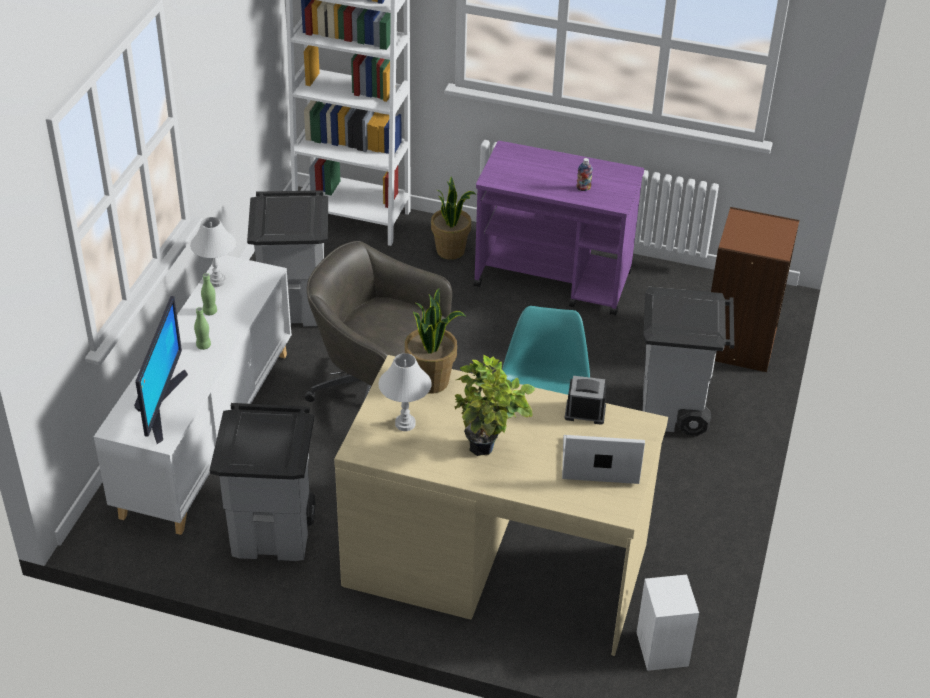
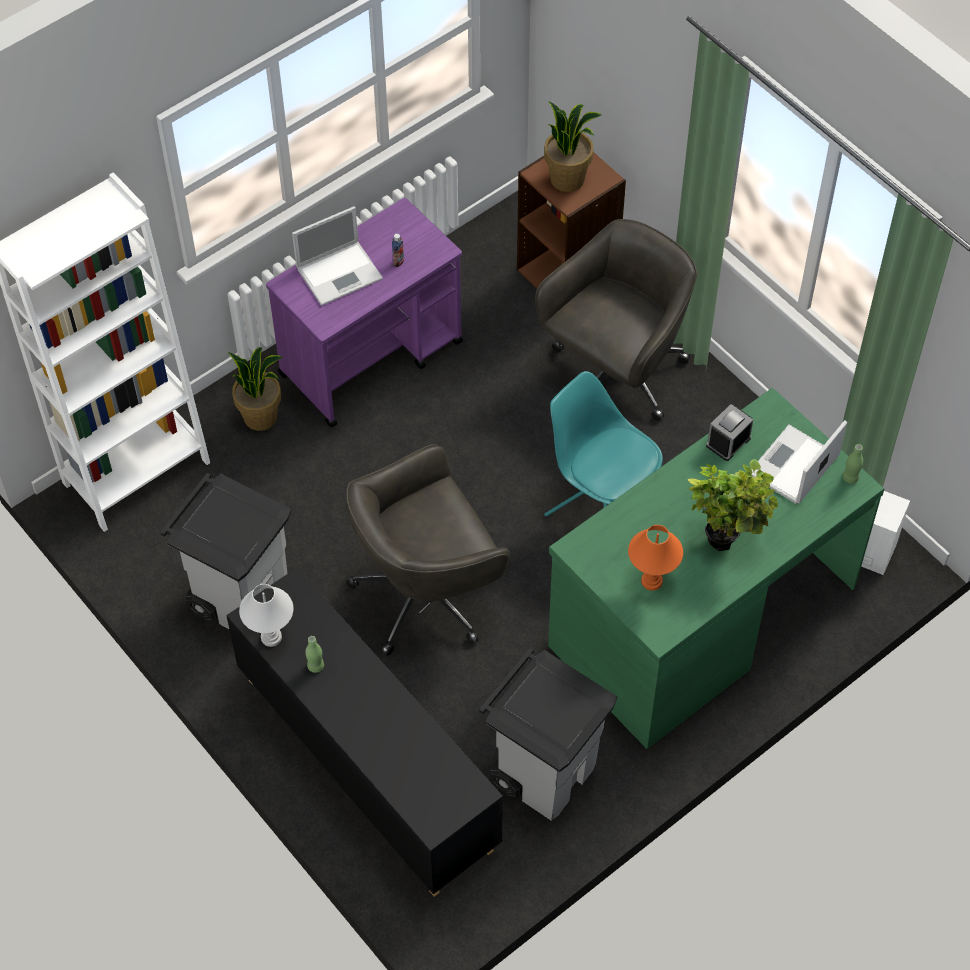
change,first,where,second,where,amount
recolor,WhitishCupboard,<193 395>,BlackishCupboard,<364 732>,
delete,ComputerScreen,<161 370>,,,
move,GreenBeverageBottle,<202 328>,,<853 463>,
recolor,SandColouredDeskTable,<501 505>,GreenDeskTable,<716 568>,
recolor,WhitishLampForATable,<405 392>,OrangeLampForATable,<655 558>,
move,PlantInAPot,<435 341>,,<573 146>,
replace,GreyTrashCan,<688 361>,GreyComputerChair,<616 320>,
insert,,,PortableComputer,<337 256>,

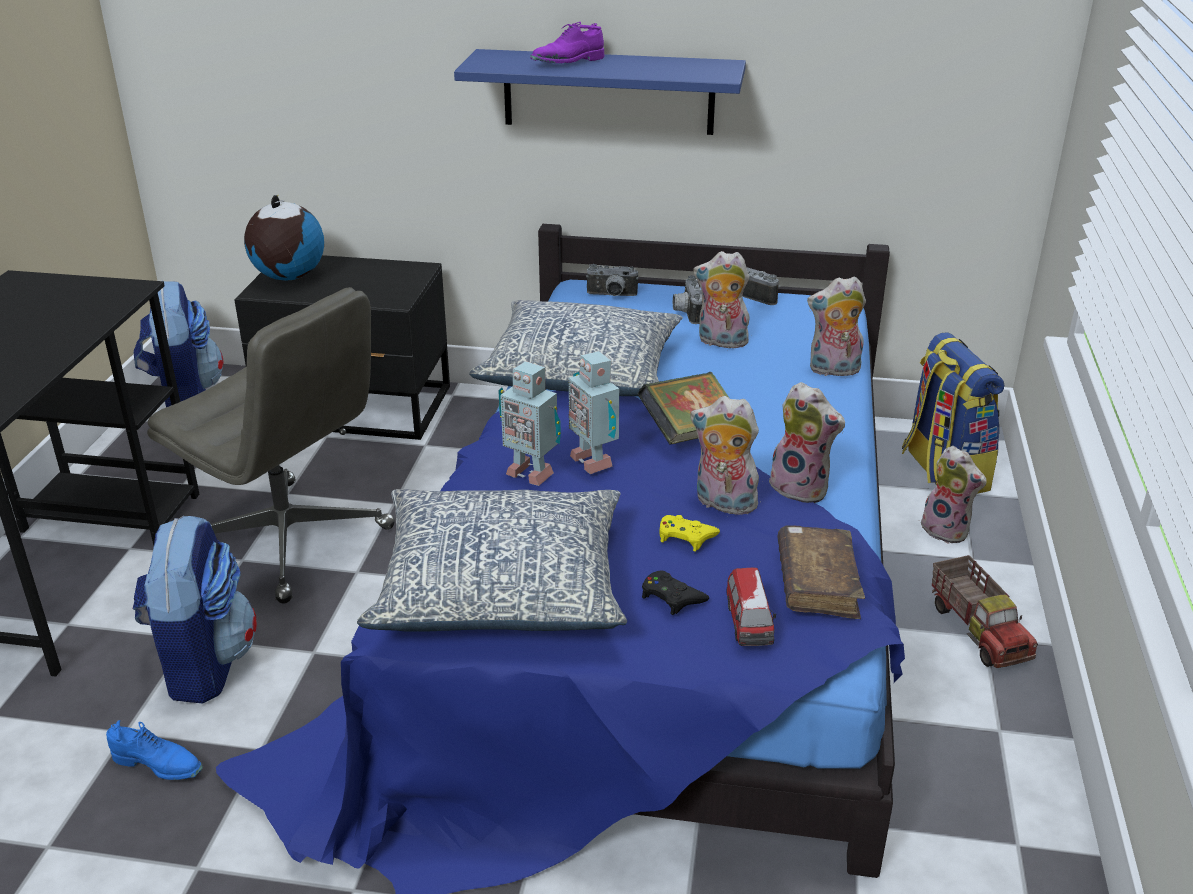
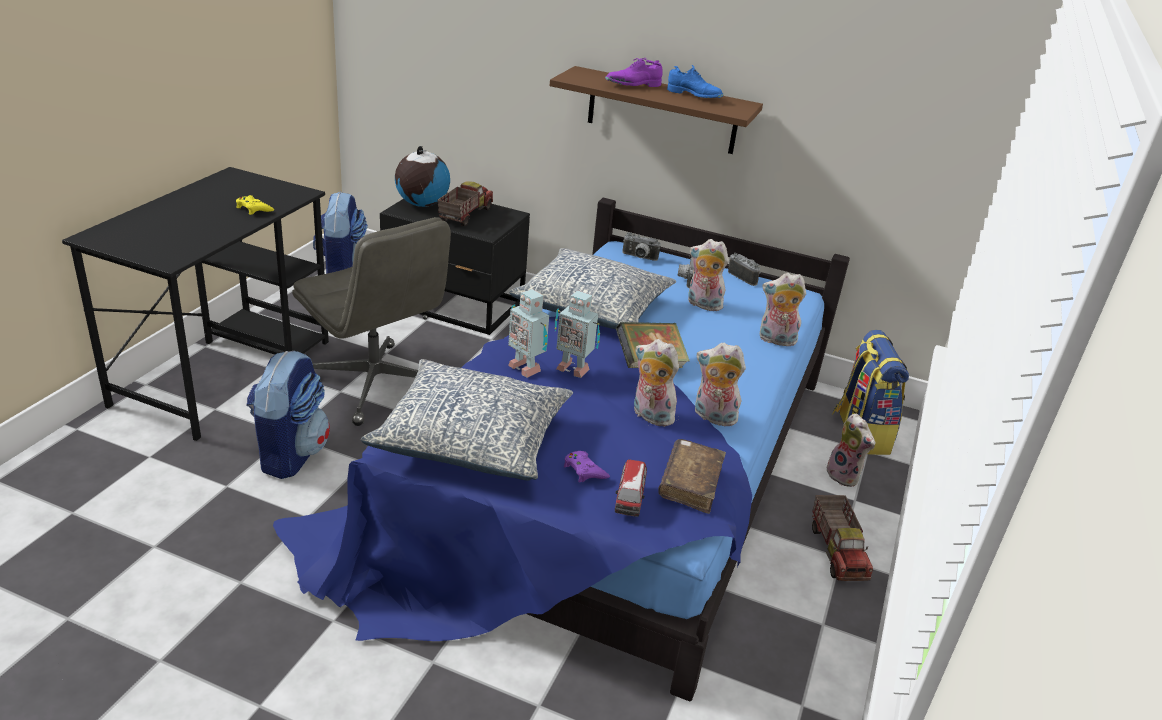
change,first,where,second,where,amount
move,BluishItemOfFootwear,<154 750>,,<695 81>,
recolor,BluishBracketShelf,<600 92>,BrownColouredBracketShelf,<656 110>,
rotate,ToyRobot,<594 412>,,<577 334>,45 degrees counterclockwise
recolor,BlackishJoypad,<675 592>,PurpleJoypad,<587 467>,
move,YellowColouredJoypad,<689 533>,,<255 205>,
rotate,SoftToy,<807 442>,,<720 384>,150 degrees clockwise
insert,,,ModelTruck,<465 204>,

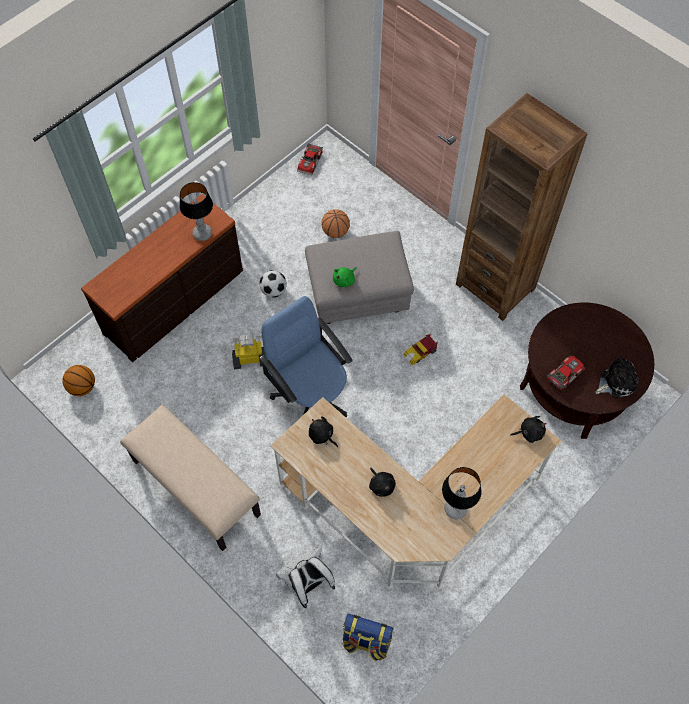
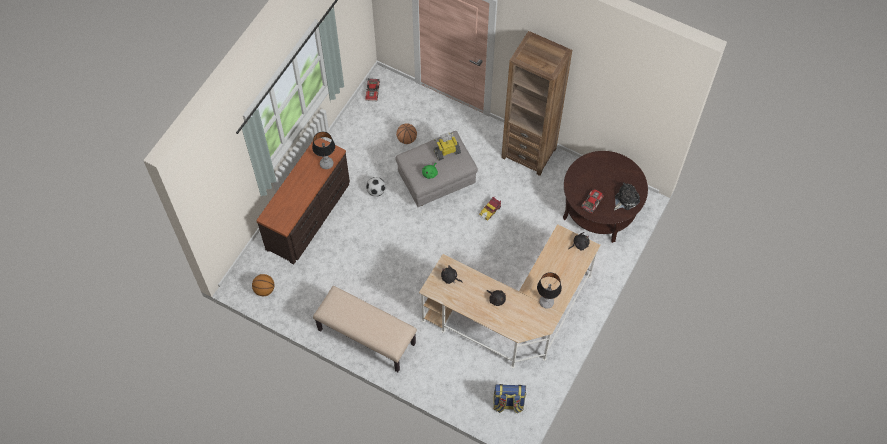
change,first,where,second,where,amount
move,ToyRobot,<248 351>,,<447 146>,
delete,BluishComputerChair,<305 356>,,,
delete,WhitishRucksack,<305 577>,,,

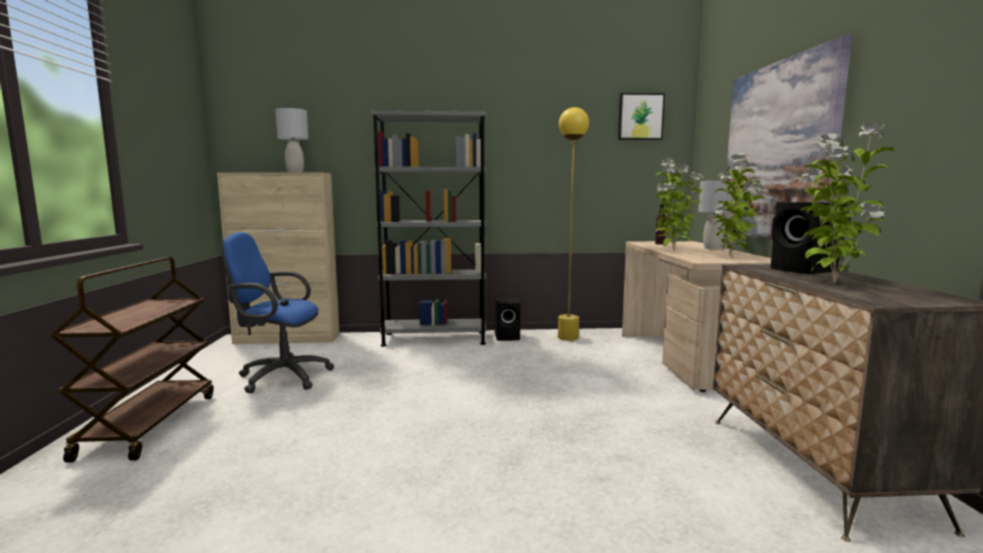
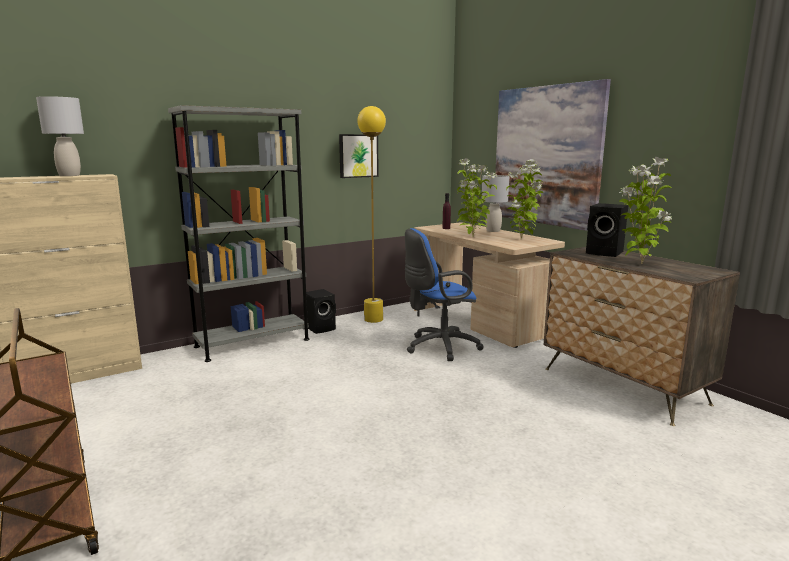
change,first,where,second,where,amount
move,BluishComputerChair,<278 312>,,<444 294>,
move,Picture,<641 116>,,<359 156>,

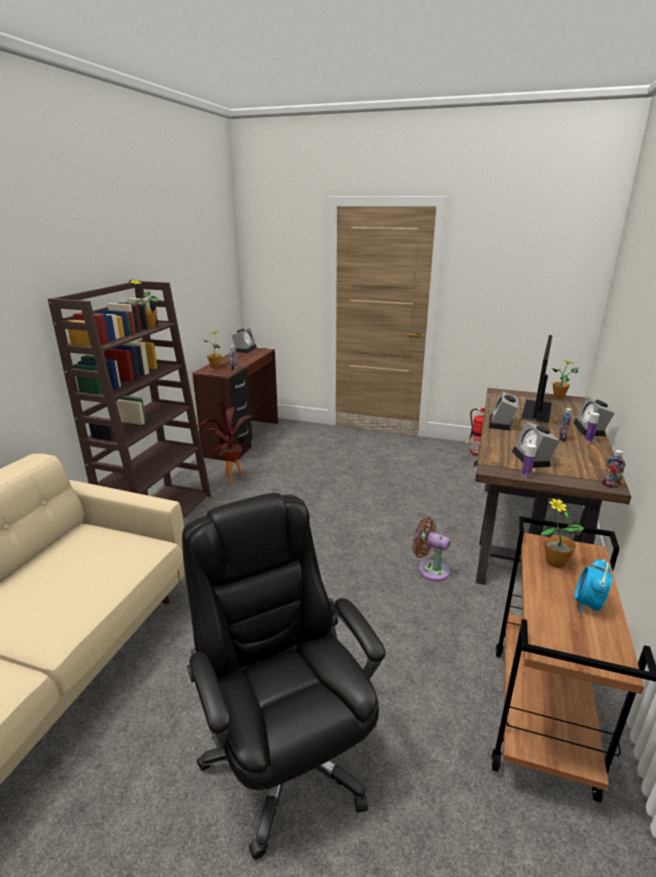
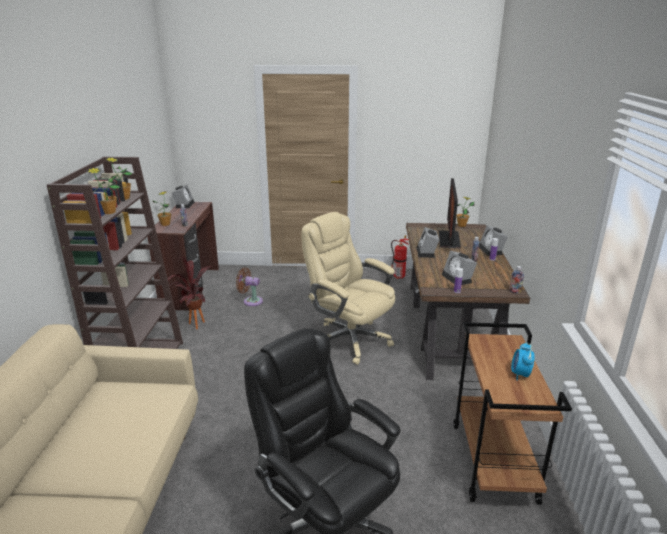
change,first,where,second,where,amount
move,BrownColouredElectricFan,<431 549>,,<249 287>,
move,PlantInAPot,<562 533>,,<103 191>,
insert,,,SandColouredComputerChair,<348 288>,

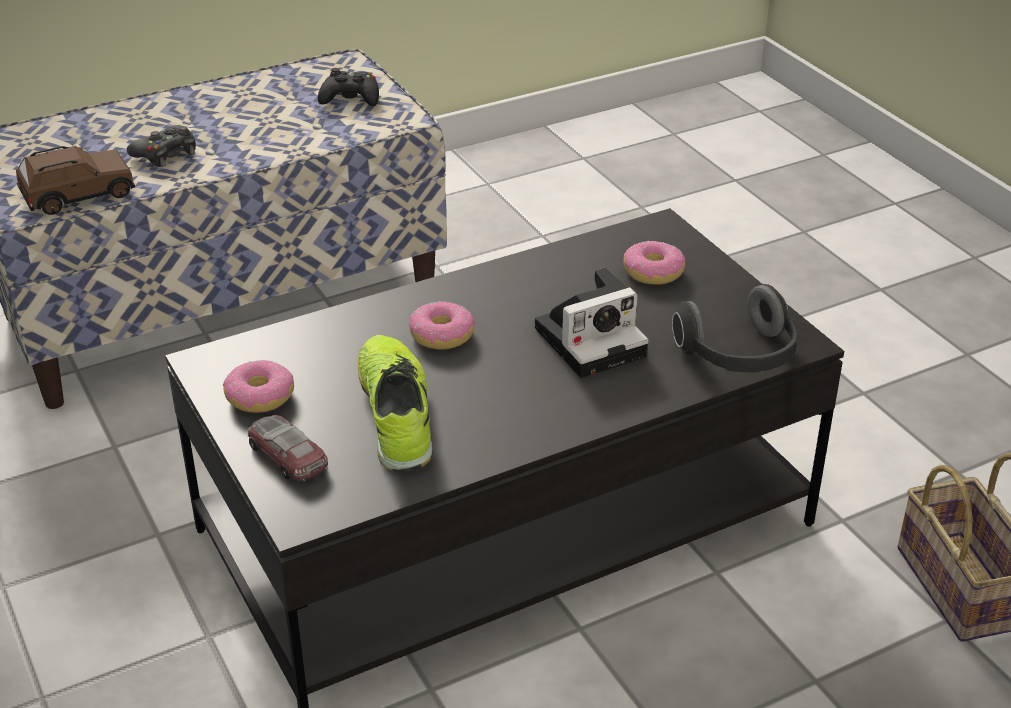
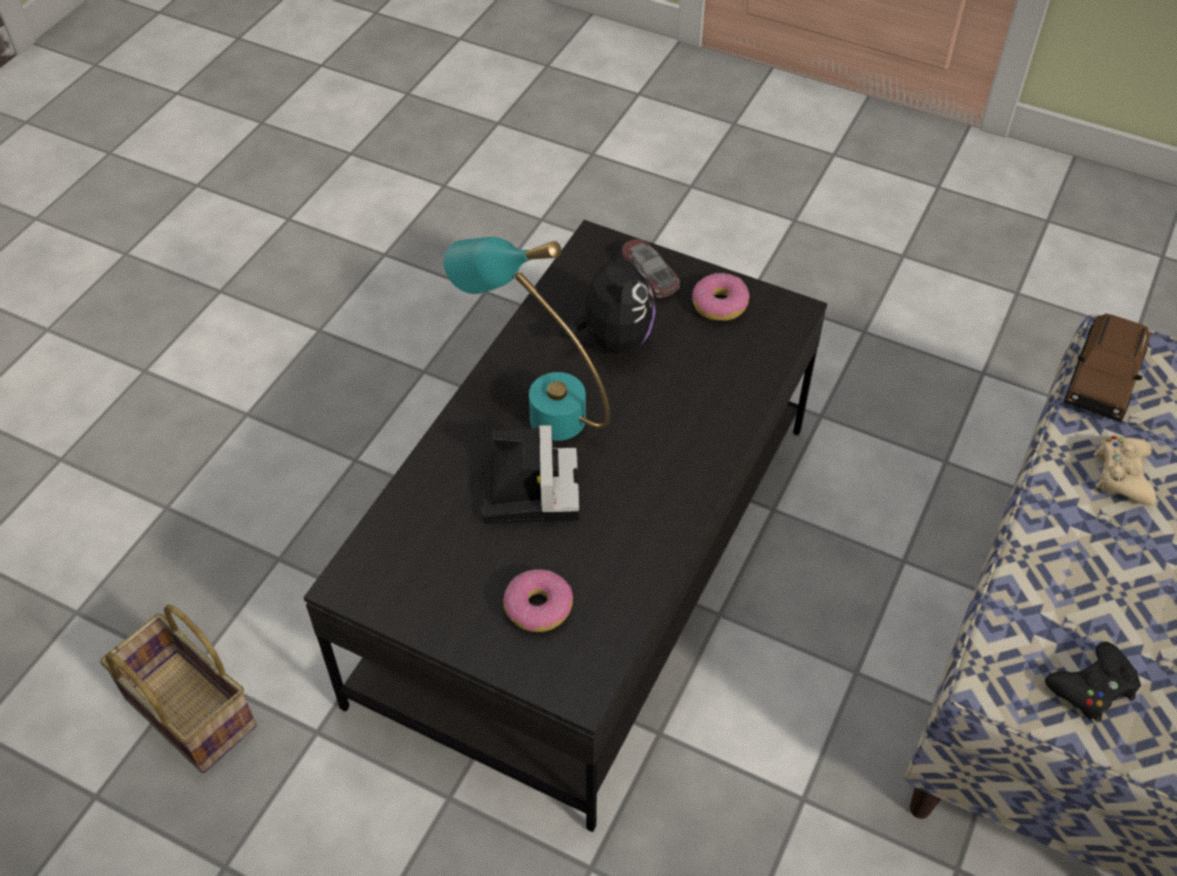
change,first,where,second,where,amount
recolor,BlackishJoypad,<161 146>,SandColouredJoypad,<1125 471>,
rotate,ToyCar,<288 448>,,<651 268>,45 degrees clockwise
replace,ItemOfFootwear,<395 403>,SoftToy,<608 297>,
delete,RingDoughnut,<442 325>,,,
rotate,StillCamera,<592 323>,,<530 474>,150 degrees clockwise
delete,PairOfHeadphones,<734 328>,,,
insert,,,BlueGreenLampForATable,<527 339>,

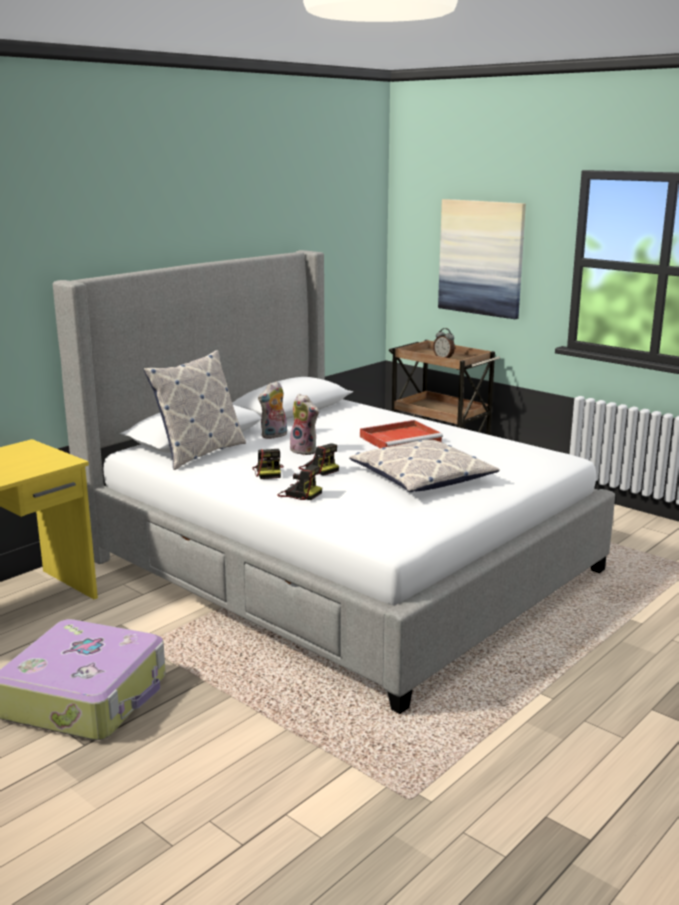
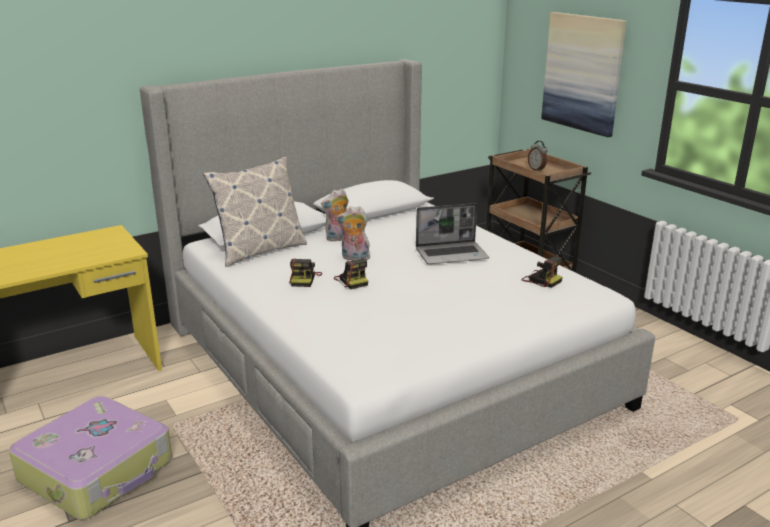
change,first,where,second,where,amount
move,StillCamera,<299 482>,,<542 272>,
rotate,SoftToy,<304 424>,,<353 233>,135 degrees clockwise
delete,Cushion,<424 466>,,,
replace,RedColouredCarryingTray,<401 434>,PortableComputer,<452 233>,

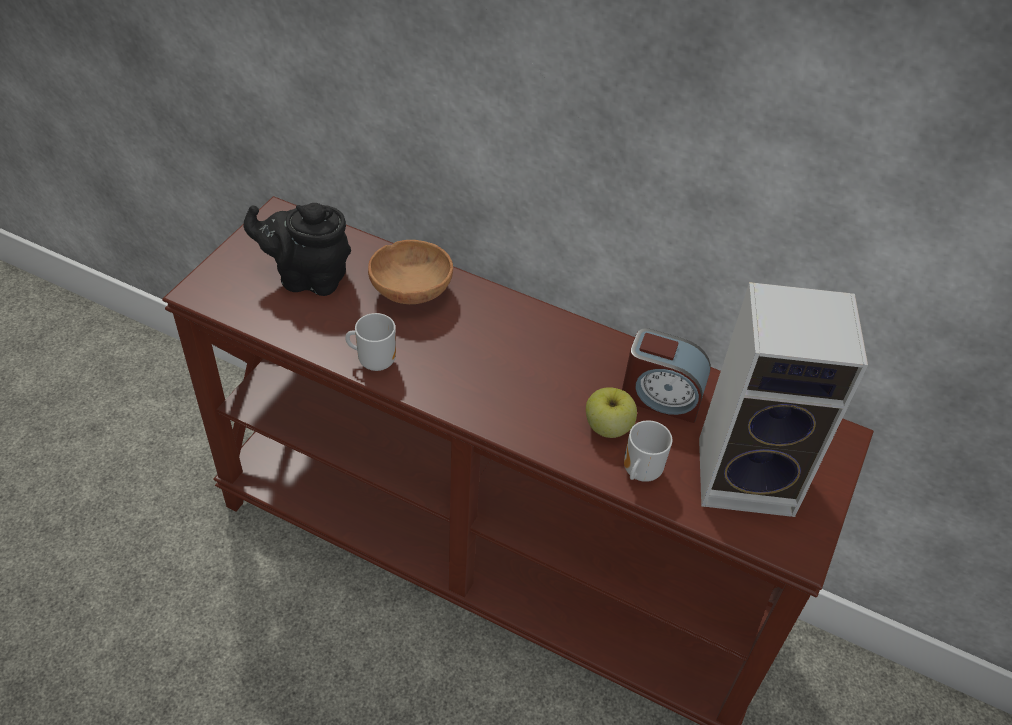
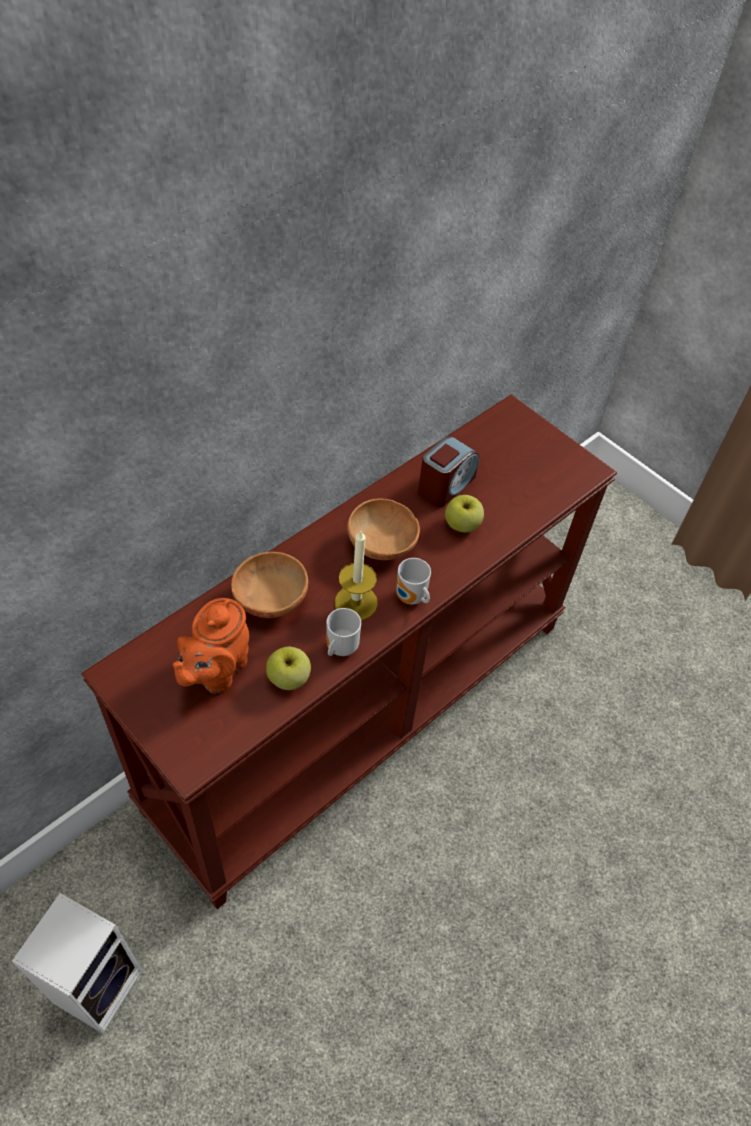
change,first,where,second,where,amount
recolor,BlackishTeaPot,<297 249>,OrangeTeaPot,<211 645>,
move,TeaMug,<648 451>,,<413 581>,
move,Speaker,<783 399>,,<77 963>,
insert,,,AppleFruit,<288 668>,
insert,,,Candle,<356 575>,
insert,,,BrownColouredBowl,<383 529>,

